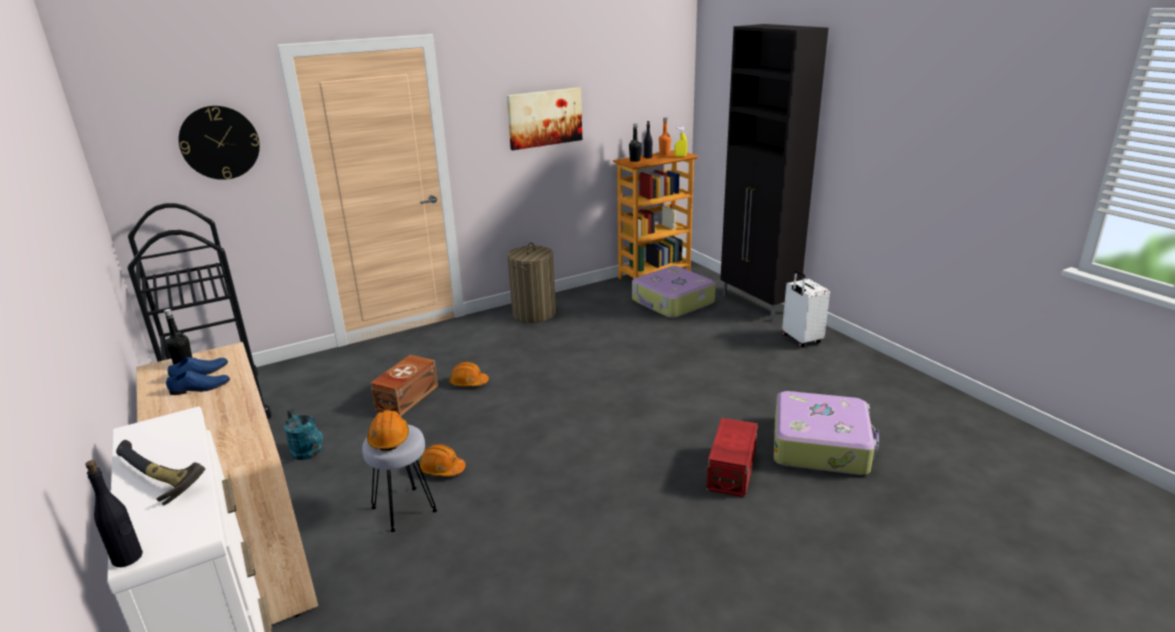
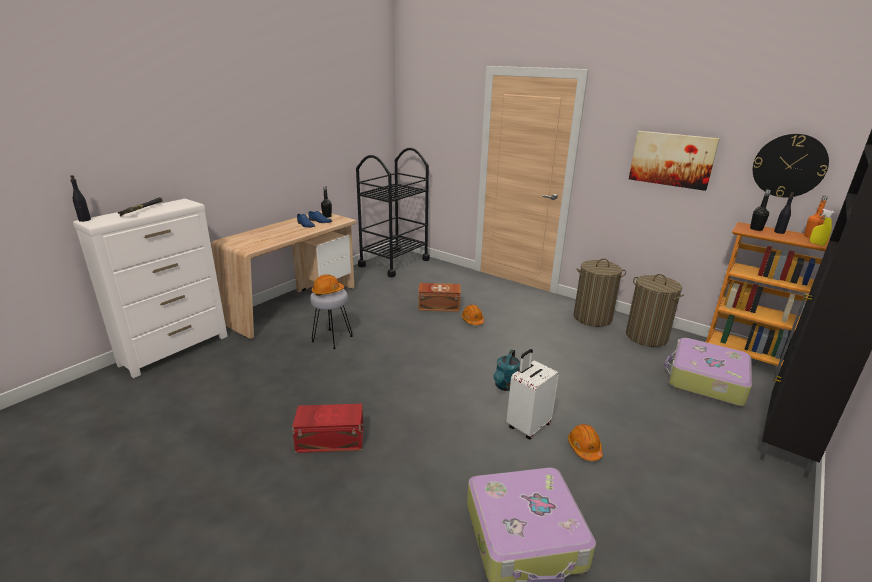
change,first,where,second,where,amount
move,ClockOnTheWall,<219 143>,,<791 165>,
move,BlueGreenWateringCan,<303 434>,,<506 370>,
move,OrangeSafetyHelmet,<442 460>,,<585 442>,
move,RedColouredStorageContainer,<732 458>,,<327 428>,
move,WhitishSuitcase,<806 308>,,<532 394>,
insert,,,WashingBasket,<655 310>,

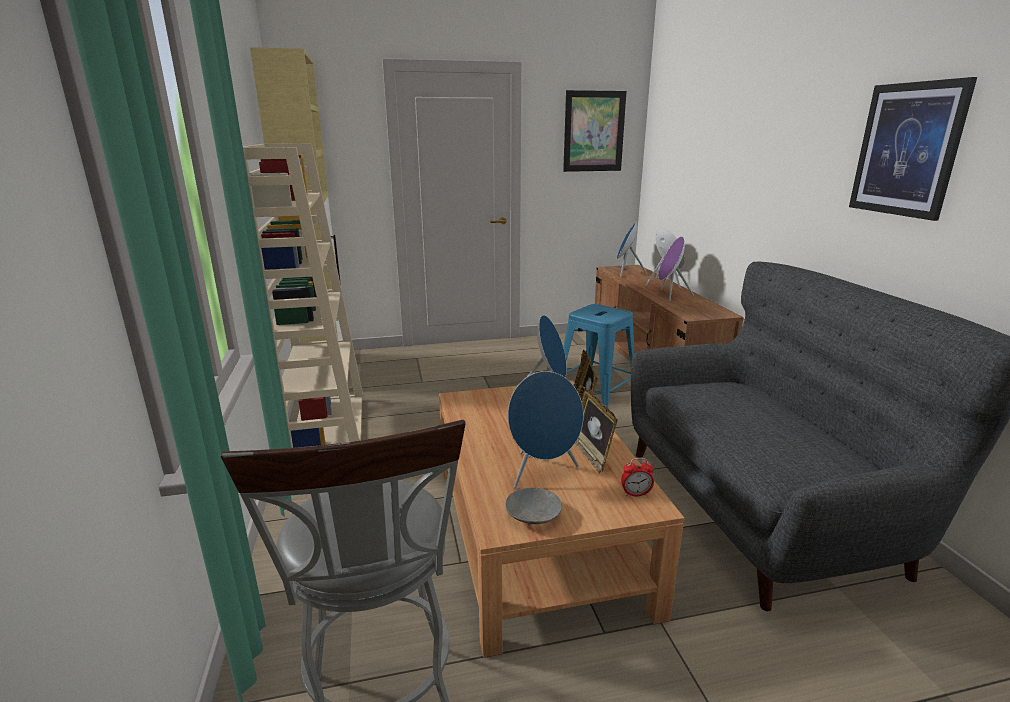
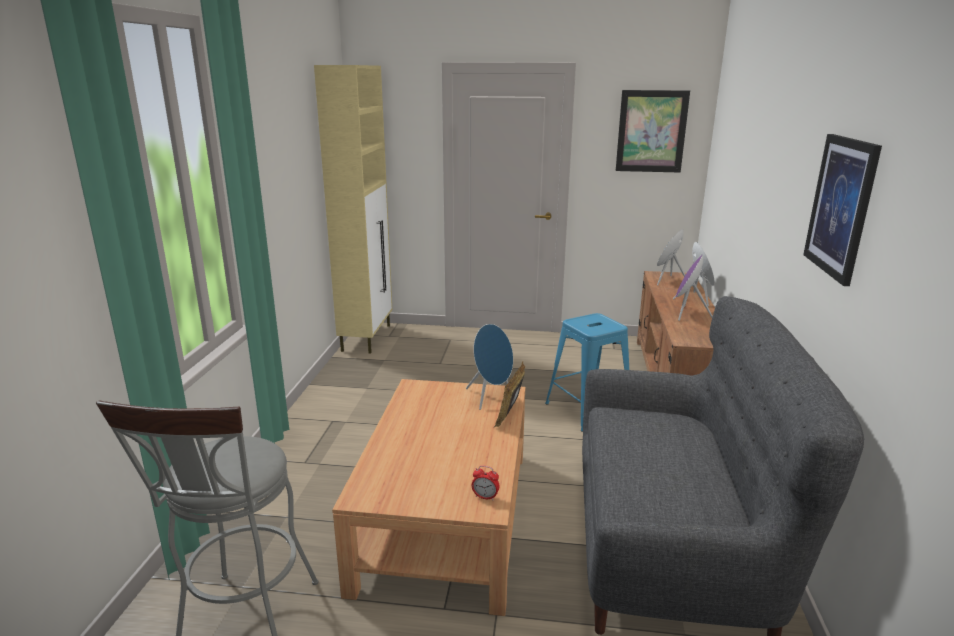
change,first,where,second,where,amount
delete,SandColouredBookcase,<303 295>,,,
delete,GreyBowl,<533 506>,,,
delete,BluishSpeaker,<546 430>,,,
delete,StandingFrame,<596 428>,,,

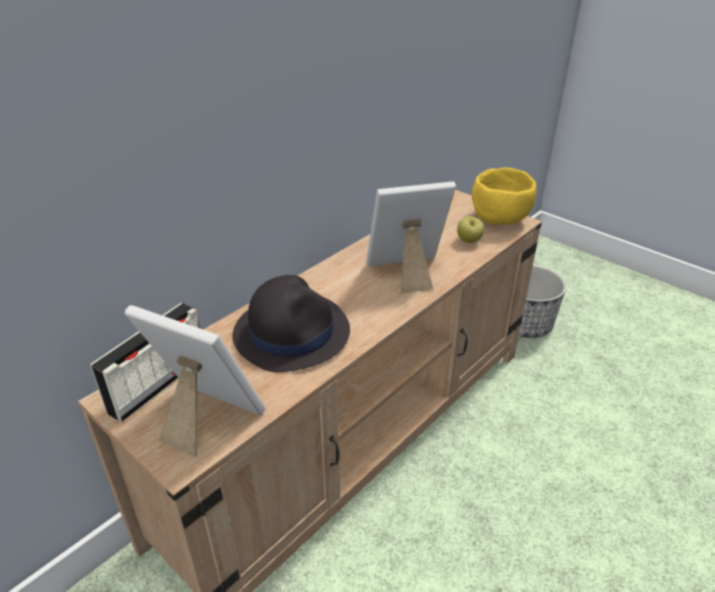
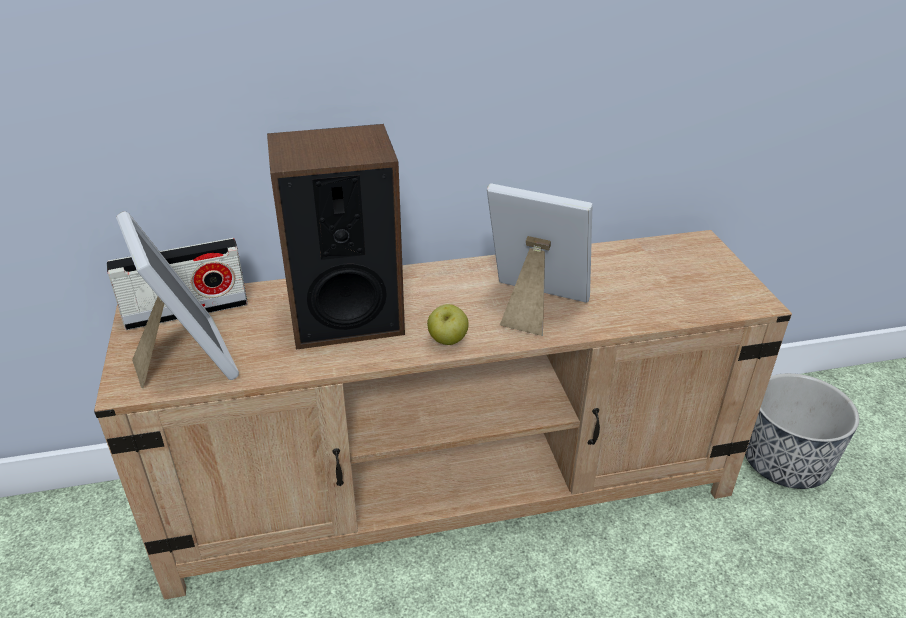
change,first,where,second,where,amount
replace,BlackishHat,<291 323>,Speaker,<336 237>,
move,AppleFruit,<470 229>,,<448 324>,
delete,YellowColouredBowl,<504 196>,,,

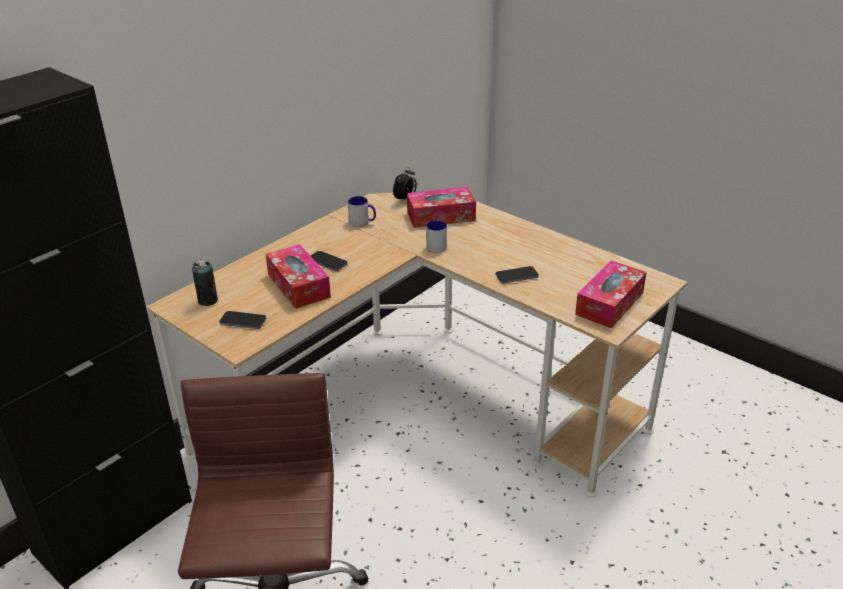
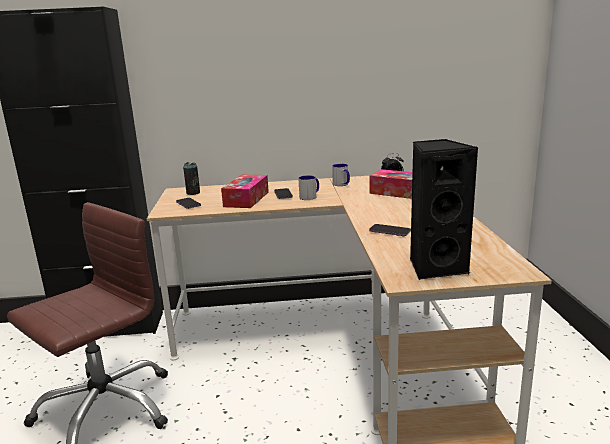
change,first,where,second,where,amount
move,TeaMug,<436 236>,,<308 187>,
replace,TissueHolder,<611 294>,BlackishSpeaker,<444 209>,

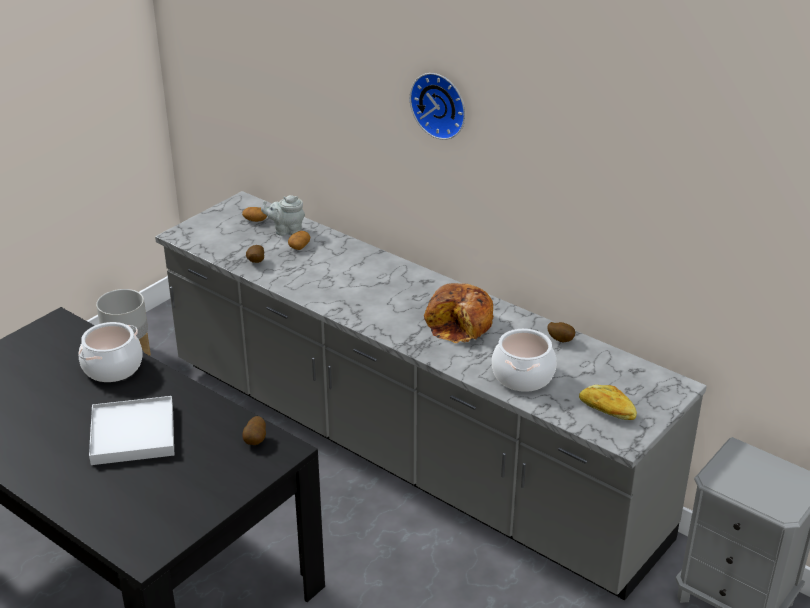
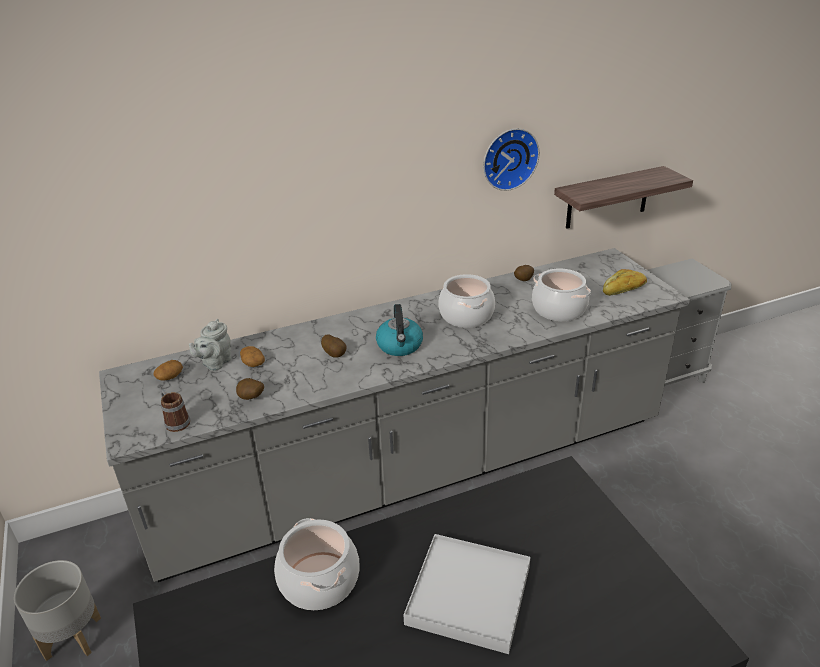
change,first,where,second,where,amount
move,Potato,<254 430>,,<333 346>,
move,ClockOnTheWall,<437 106>,,<511 159>,
replace,Bread,<459 313>,Stockpot,<466 301>,
insert,,,TeaMug,<175 410>,
insert,,,Kettle,<399 330>,
insert,,,BracketShelf,<623 197>,

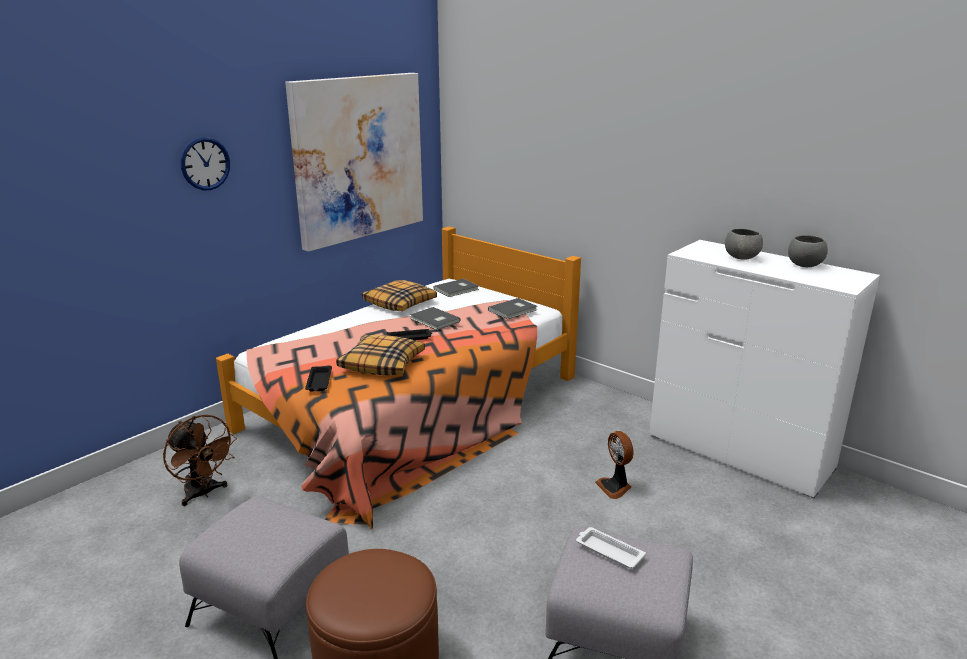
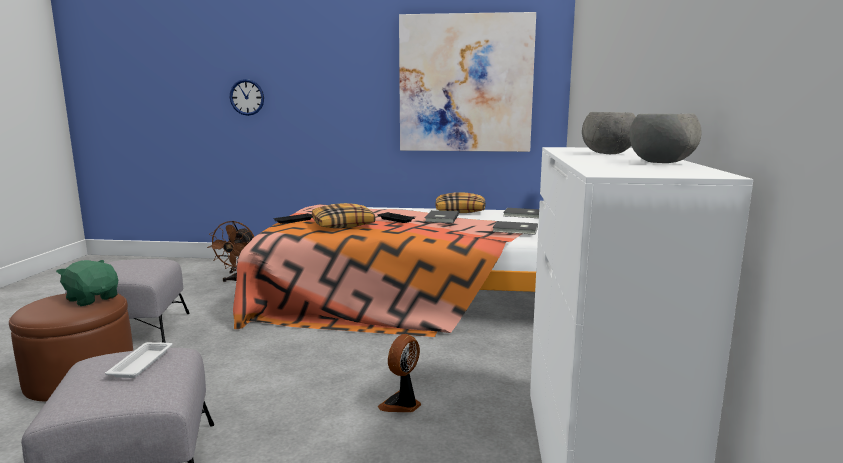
change,first,where,second,where,amount
move,ClockOnTheWall,<205 163>,,<247 97>,
insert,,,GreenSoftToy,<87 283>,

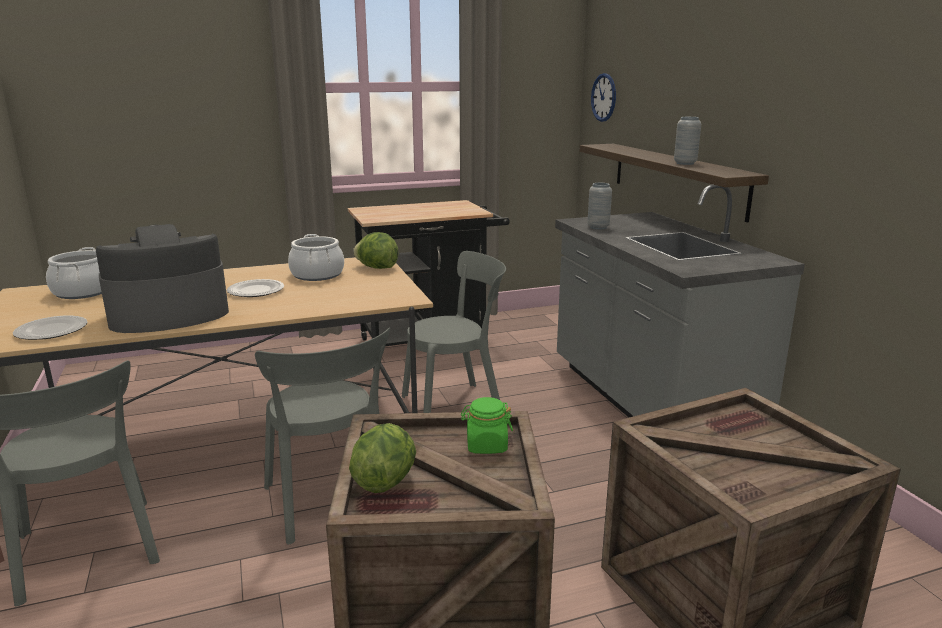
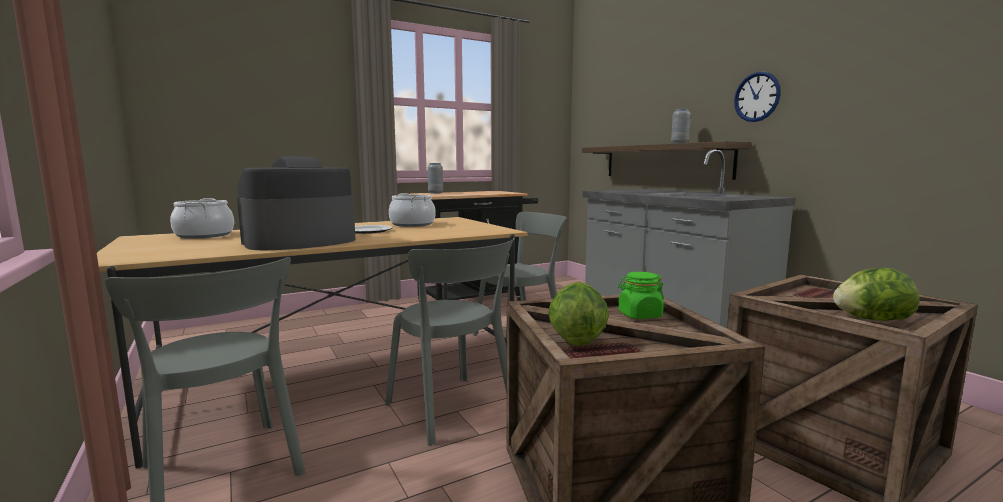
change,first,where,second,where,amount
delete,FlatDish,<50 327>,,,
move,LettuceHead,<376 250>,,<876 294>,
move,GreyDecorativeVase,<599 206>,,<435 178>,
move,ClockOnTheWall,<603 97>,,<757 97>,

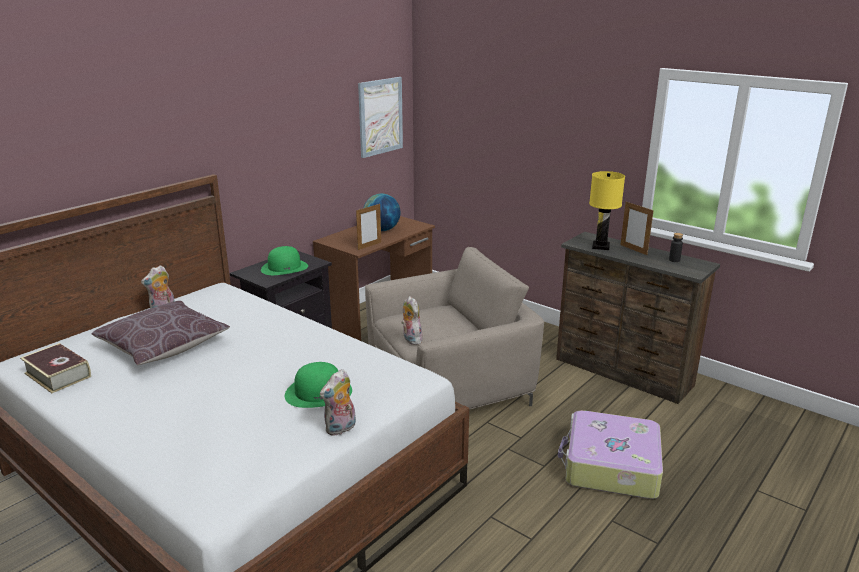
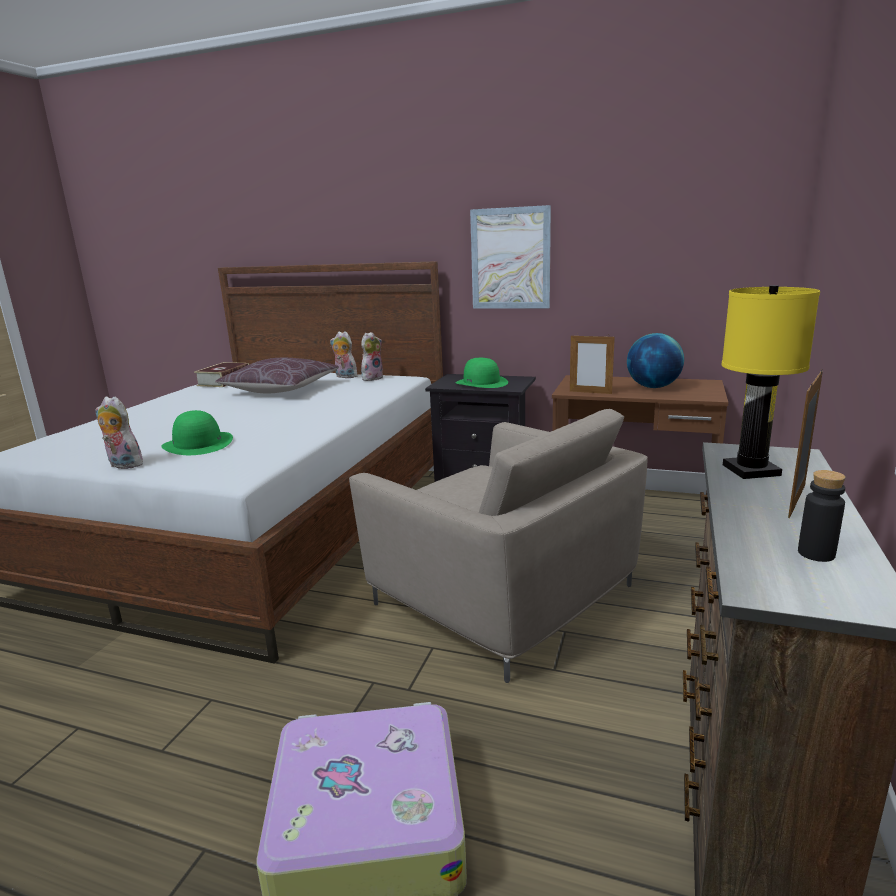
change,first,where,second,where,amount
move,Picture,<380 117>,,<510 257>,
move,SoftToy,<412 320>,,<372 356>,

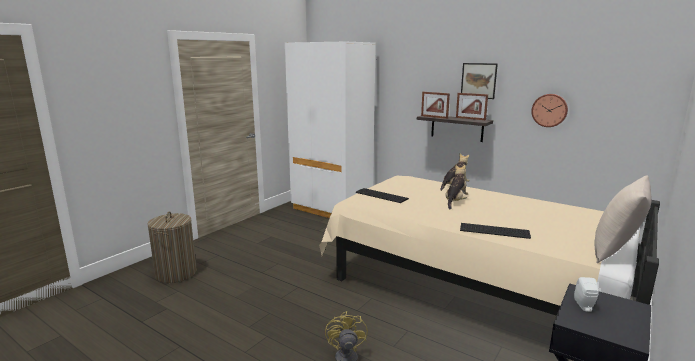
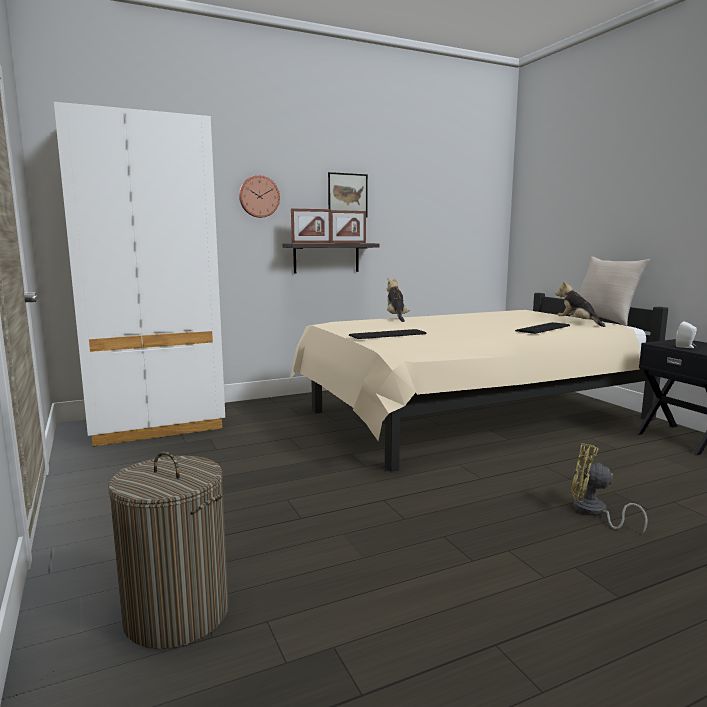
change,first,where,second,where,amount
move,SoftToy,<456 187>,,<580 304>,
move,ClockOnTheWall,<549 110>,,<259 196>,

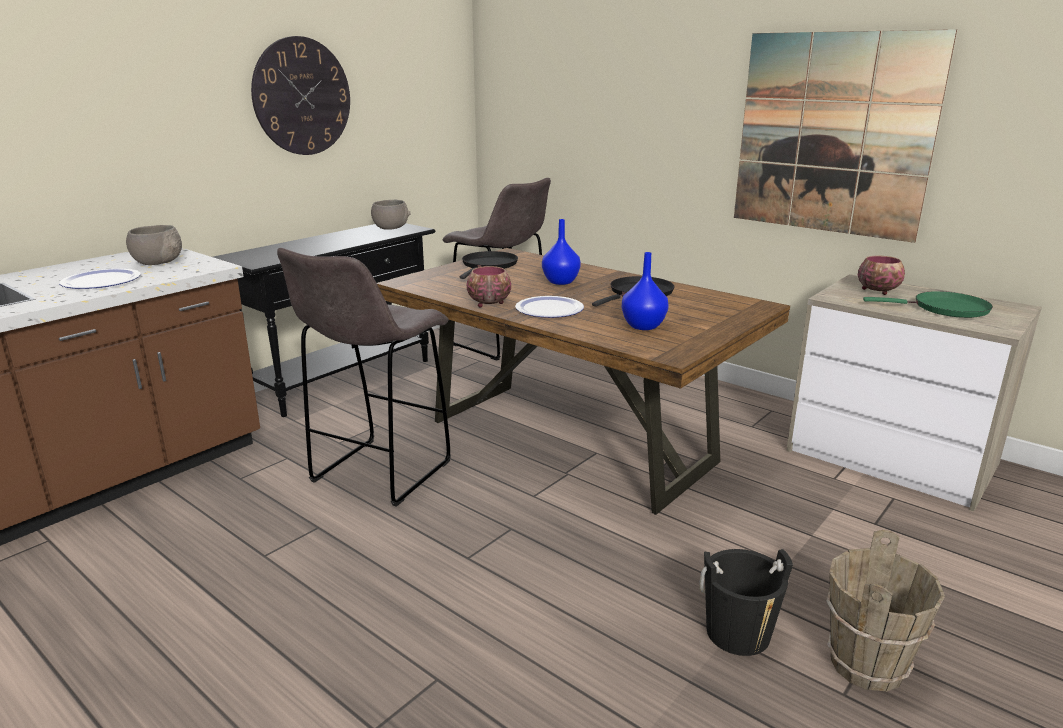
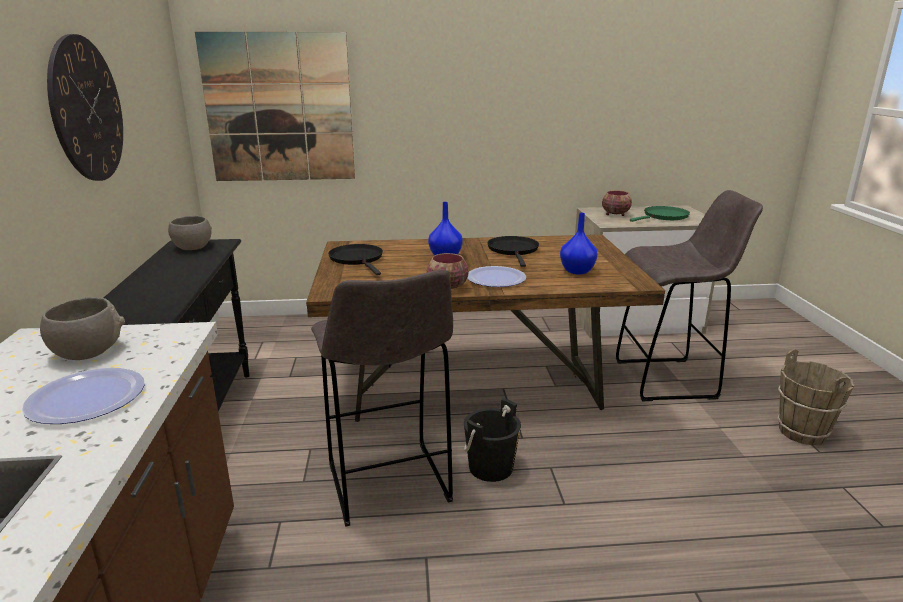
change,first,where,second,where,amount
move,GreyStool,<496 269>,,<689 295>,
move,BlackishPail,<746 602>,,<492 440>,
move,Picture,<845 136>,,<275 106>,

